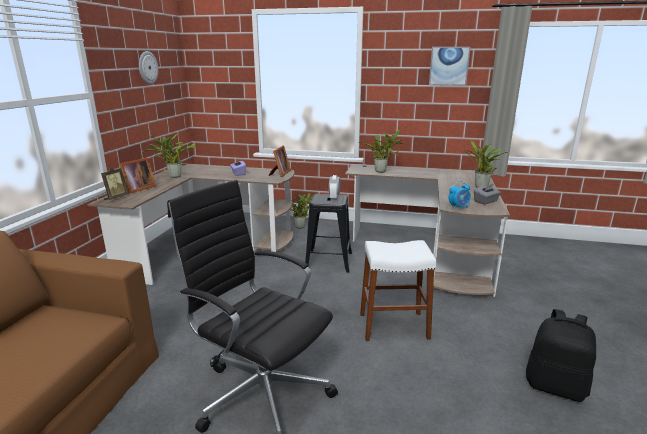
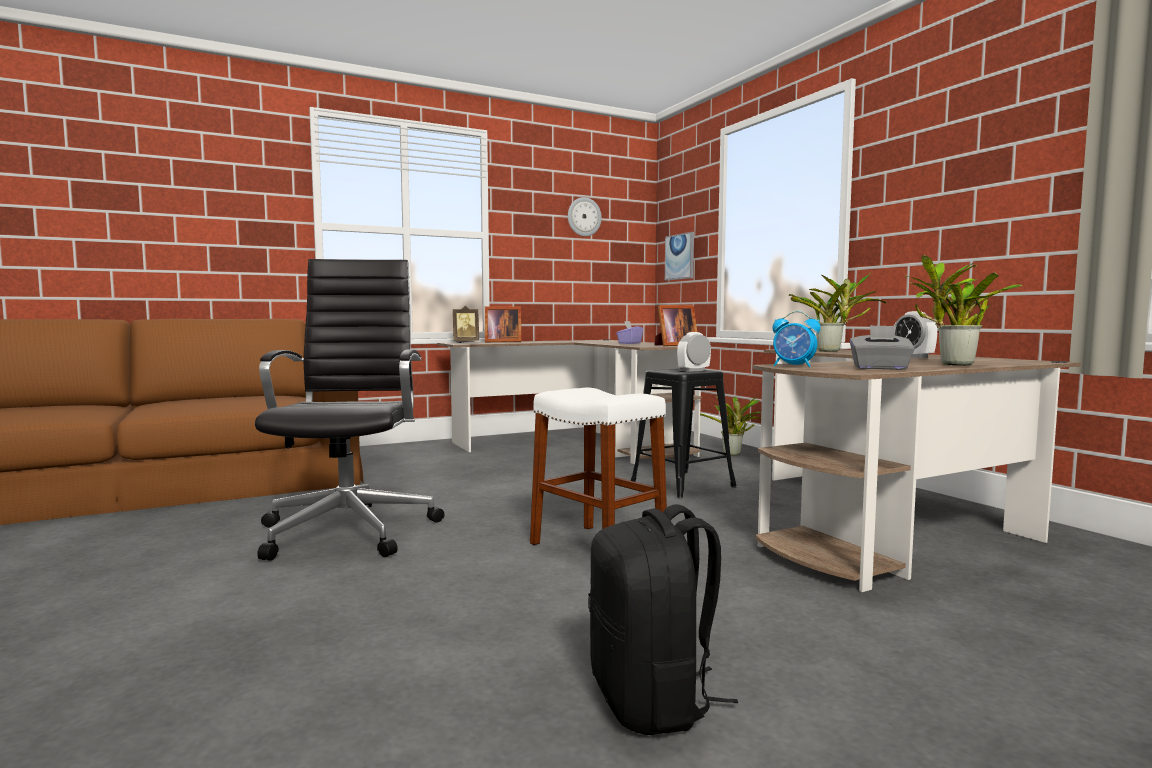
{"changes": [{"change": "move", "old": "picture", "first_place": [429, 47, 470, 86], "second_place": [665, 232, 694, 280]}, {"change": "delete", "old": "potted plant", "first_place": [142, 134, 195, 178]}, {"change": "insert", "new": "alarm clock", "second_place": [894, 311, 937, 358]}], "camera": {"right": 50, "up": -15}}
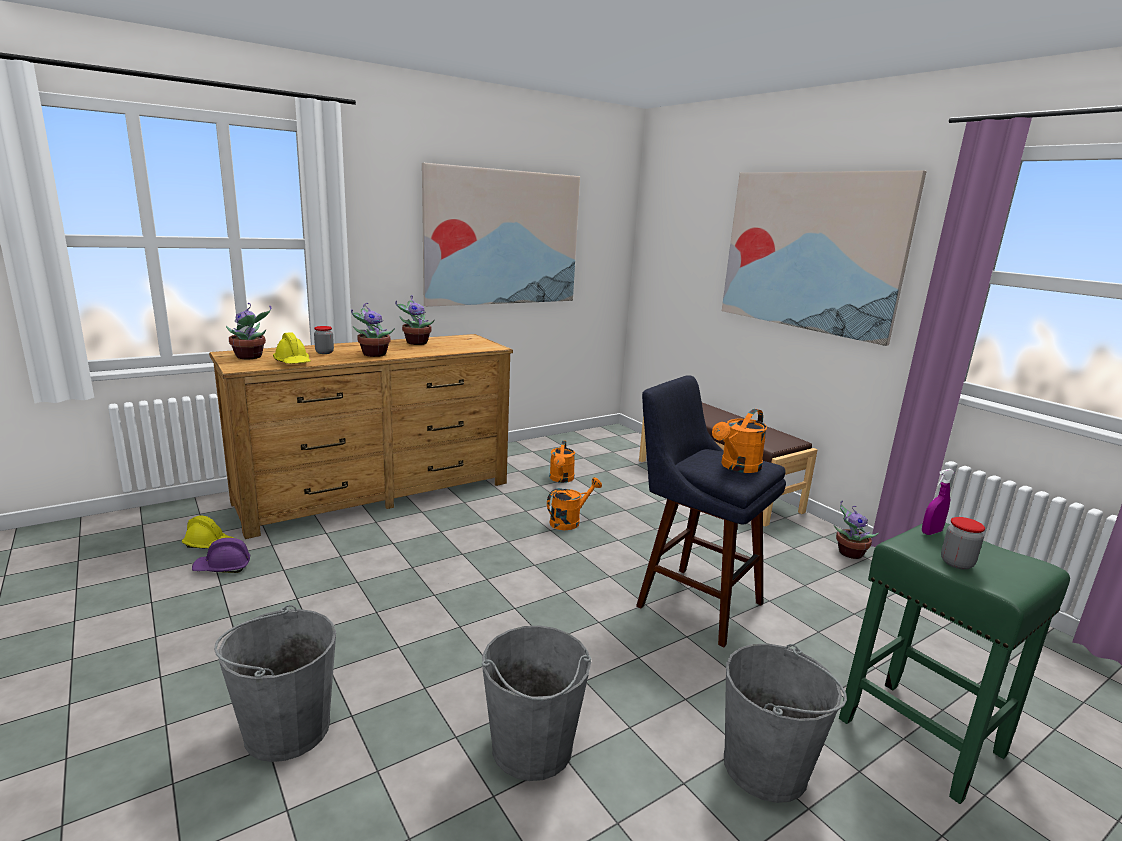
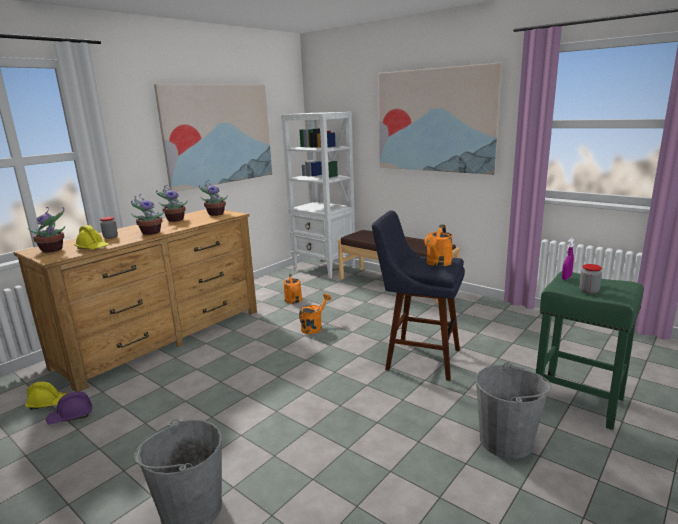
{"changes": [{"change": "move", "old": "potted plant", "first_place": [834, 500, 880, 559], "second_place": [199, 180, 228, 216]}, {"change": "delete", "old": "grey bucket", "first_place": [482, 626, 591, 781]}, {"change": "insert", "new": "white bookcase", "second_place": [281, 112, 356, 279]}], "camera": {"right": -15, "up": 0}}
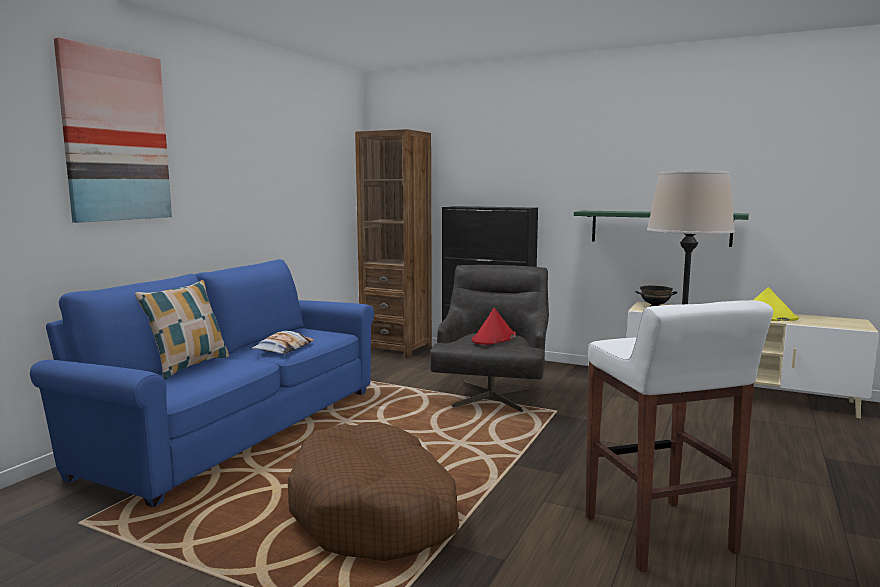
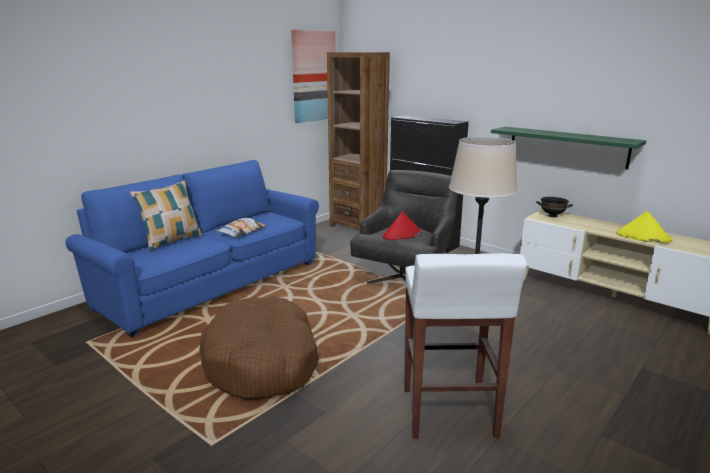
{"changes": [{"change": "move", "old": "picture", "first_place": [54, 37, 172, 223], "second_place": [291, 30, 336, 123]}], "camera": {"right": 15, "up": 10}}
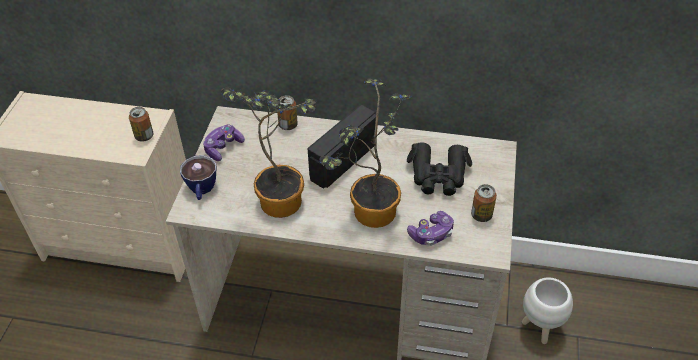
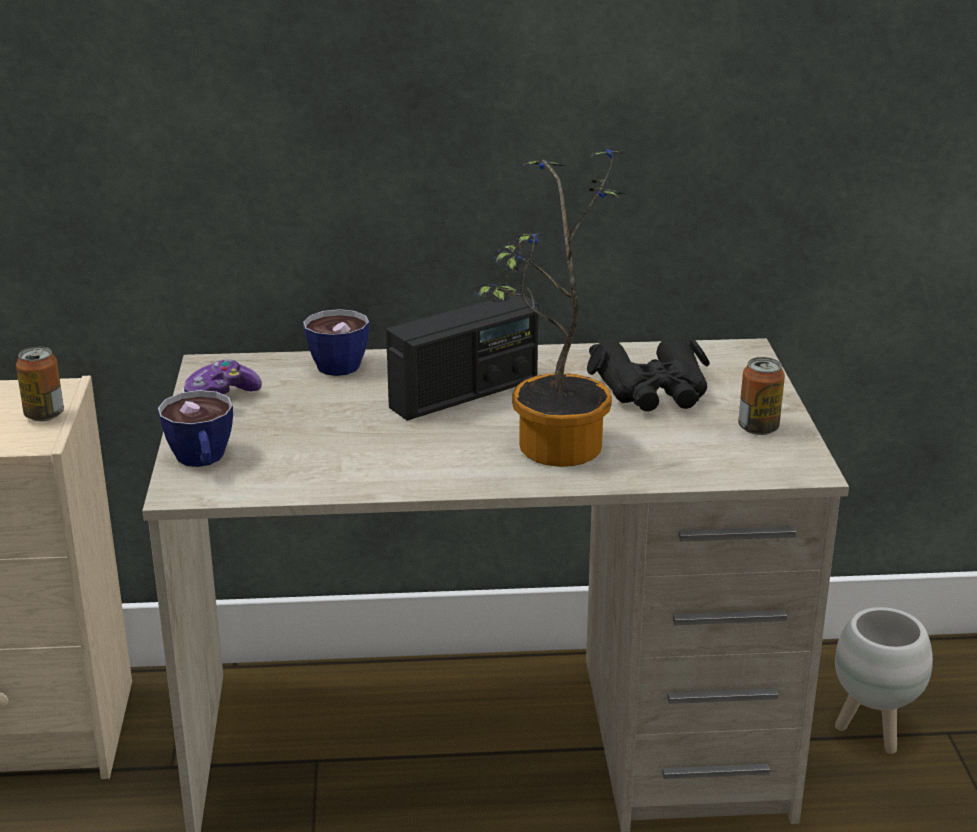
{"changes": [{"change": "delete", "old": "potted plant", "first_place": [221, 88, 316, 218]}, {"change": "replace", "old": "can", "new": "cup", "first_place": [277, 95, 297, 130], "second_place": [303, 309, 369, 376]}, {"change": "rotate", "old": "radio", "first_place": [308, 105, 376, 189], "second_place": [386, 293, 539, 420], "degrees": -150}, {"change": "delete", "old": "game controller", "first_place": [407, 211, 454, 246]}], "camera": {"right": -15, "up": -20}}
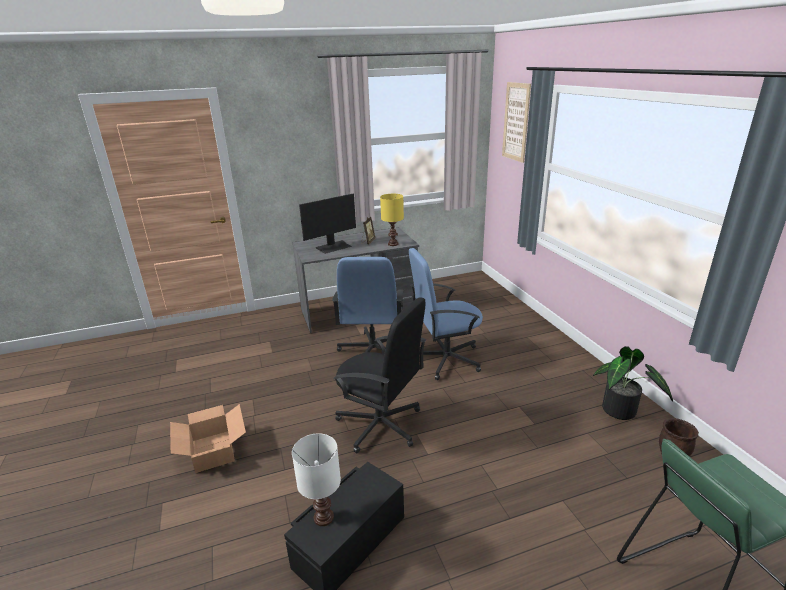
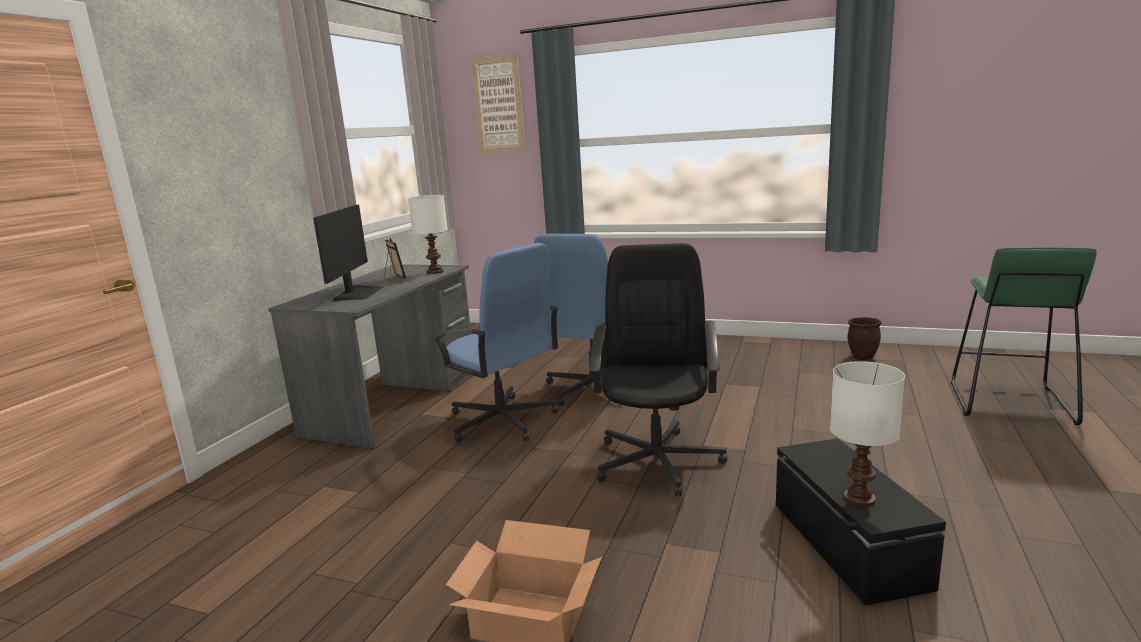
{"changes": [{"change": "recolor", "old": "yellow table lamp", "new": "white table lamp", "first_place": [380, 194, 404, 246], "second_place": [408, 195, 448, 274]}, {"change": "rotate", "old": "black office chair", "first_place": [333, 297, 426, 453], "second_place": [589, 243, 728, 496], "degrees": -60}, {"change": "delete", "old": "potted plant", "first_place": [593, 346, 673, 420]}], "camera": {"right": -50, "up": -10}}
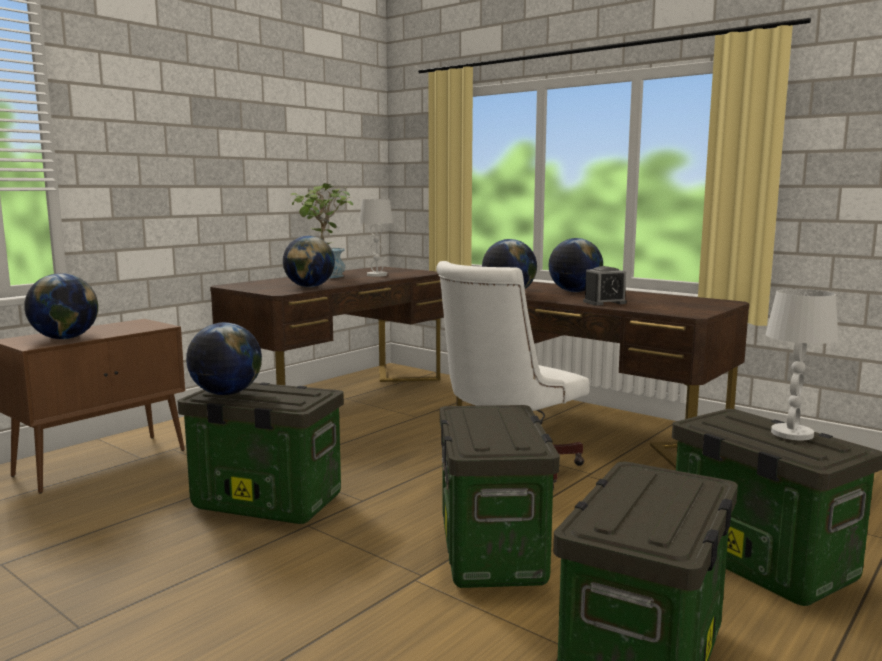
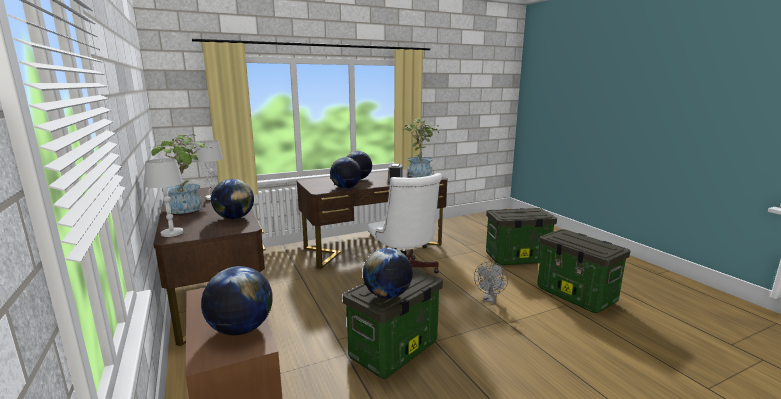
{"changes": [{"change": "move", "old": "white table lamp", "first_place": [766, 289, 839, 440], "second_place": [145, 158, 183, 237]}, {"change": "replace", "old": "storage box", "new": "grey fan", "first_place": [440, 405, 560, 588], "second_place": [474, 262, 508, 303]}, {"change": "insert", "new": "potted plant", "second_place": [403, 119, 439, 177]}], "camera": {"right": -65, "up": 5}}
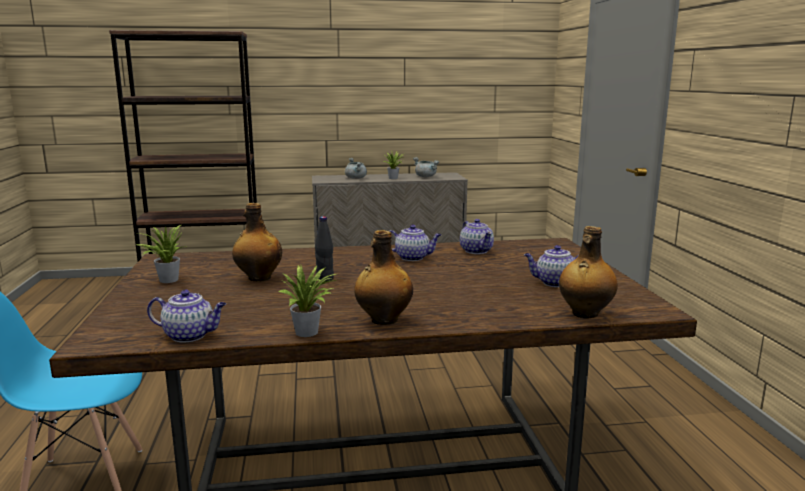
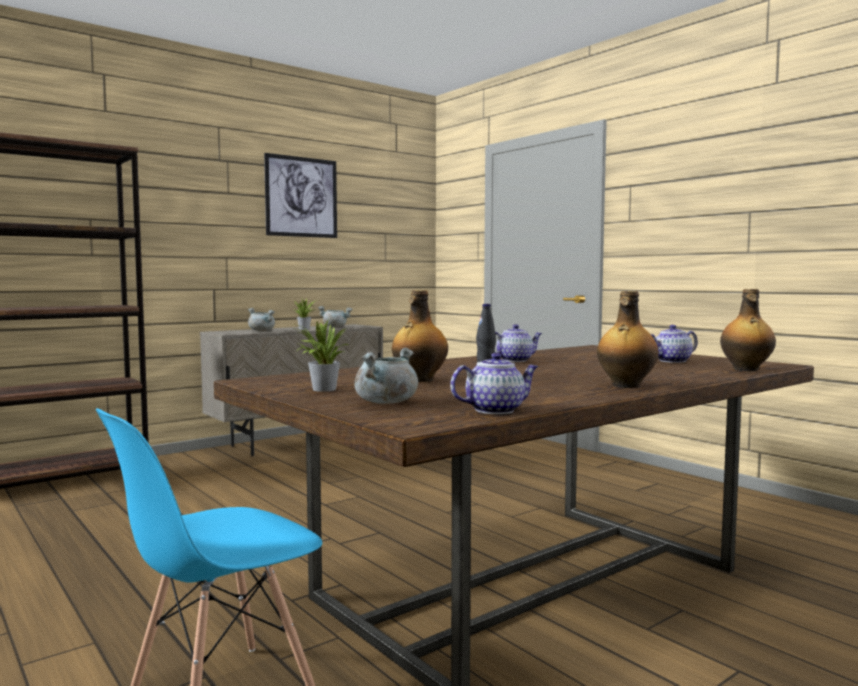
{"changes": [{"change": "delete", "old": "teapot", "first_place": [460, 219, 494, 254]}, {"change": "delete", "old": "potted plant", "first_place": [278, 264, 336, 337]}, {"change": "insert", "new": "picture", "second_place": [264, 153, 337, 238]}, {"change": "insert", "new": "grey cooking pot", "second_place": [354, 348, 418, 404]}], "camera": {"right": -30, "up": -10}}
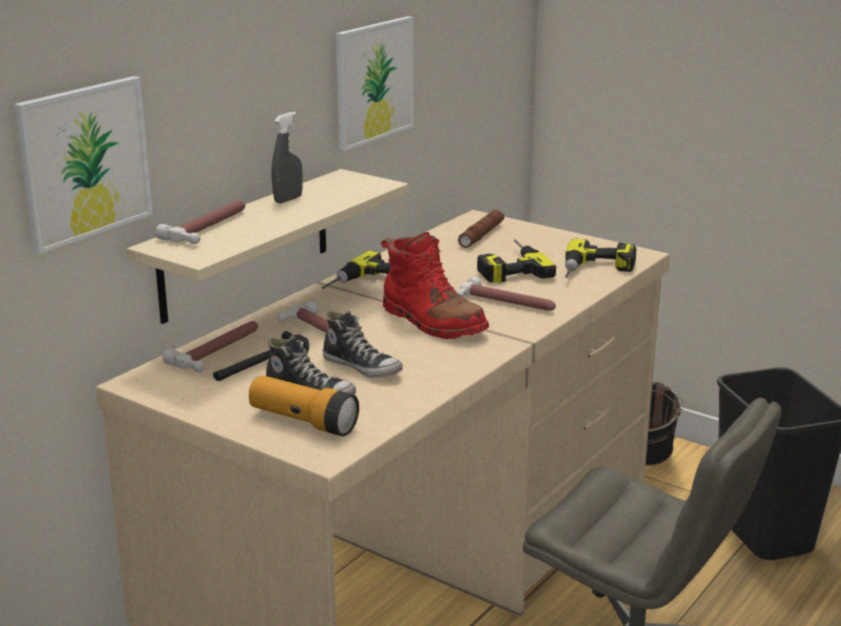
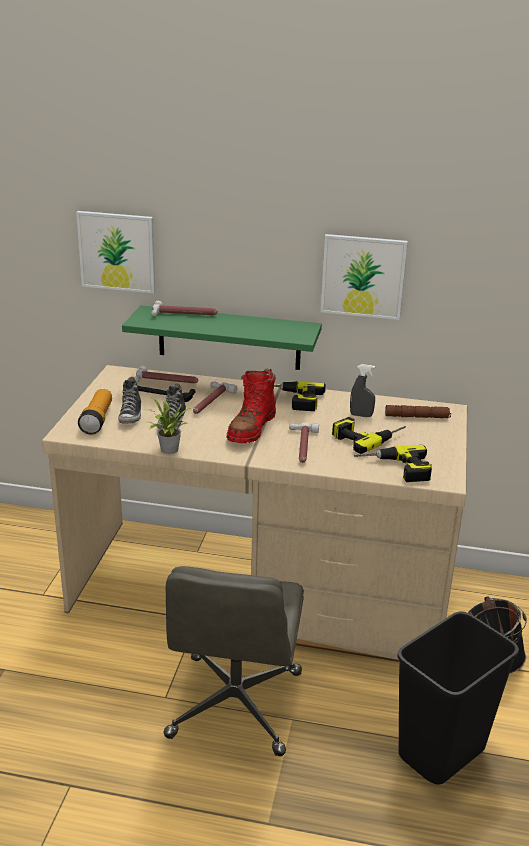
{"changes": [{"change": "move", "old": "grey spray bottle", "first_place": [272, 112, 303, 203], "second_place": [350, 364, 375, 417]}, {"change": "recolor", "old": "beige shelf", "new": "green shelf", "first_place": [127, 169, 408, 324], "second_place": [122, 305, 322, 370]}, {"change": "insert", "new": "potted plant", "second_place": [147, 398, 191, 454]}], "camera": {"right": 65, "up": 5}}
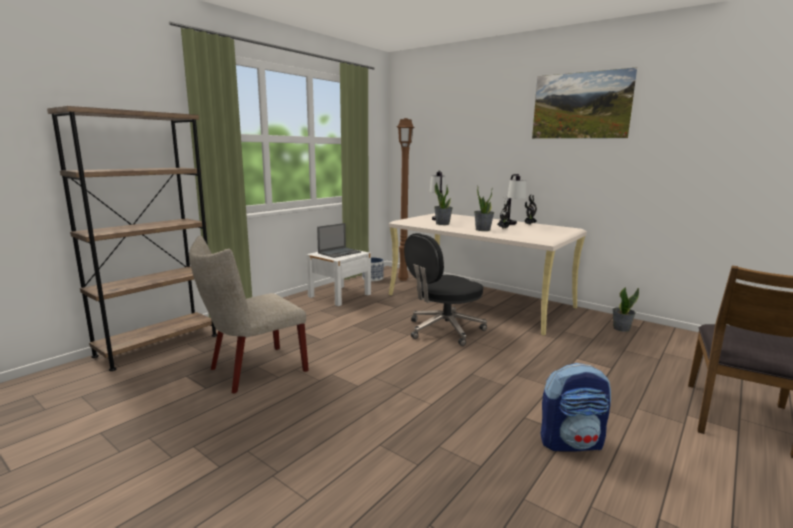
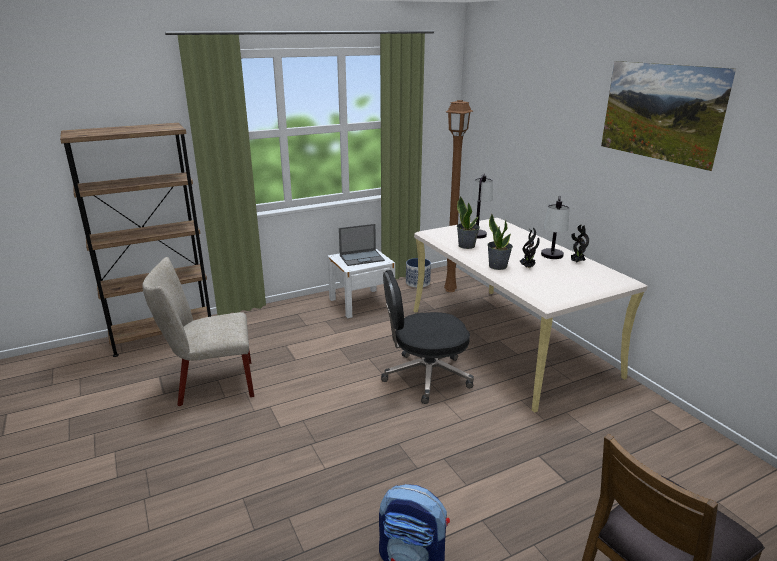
{"changes": [{"change": "delete", "old": "potted plant", "first_place": [612, 287, 639, 332]}], "camera": {"right": 25, "up": 10}}
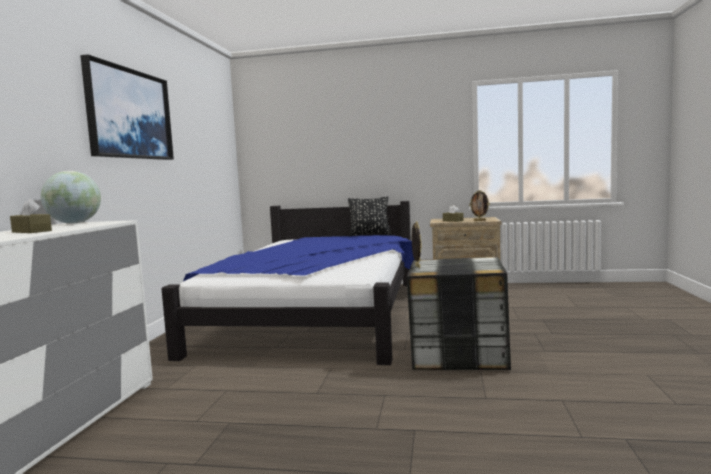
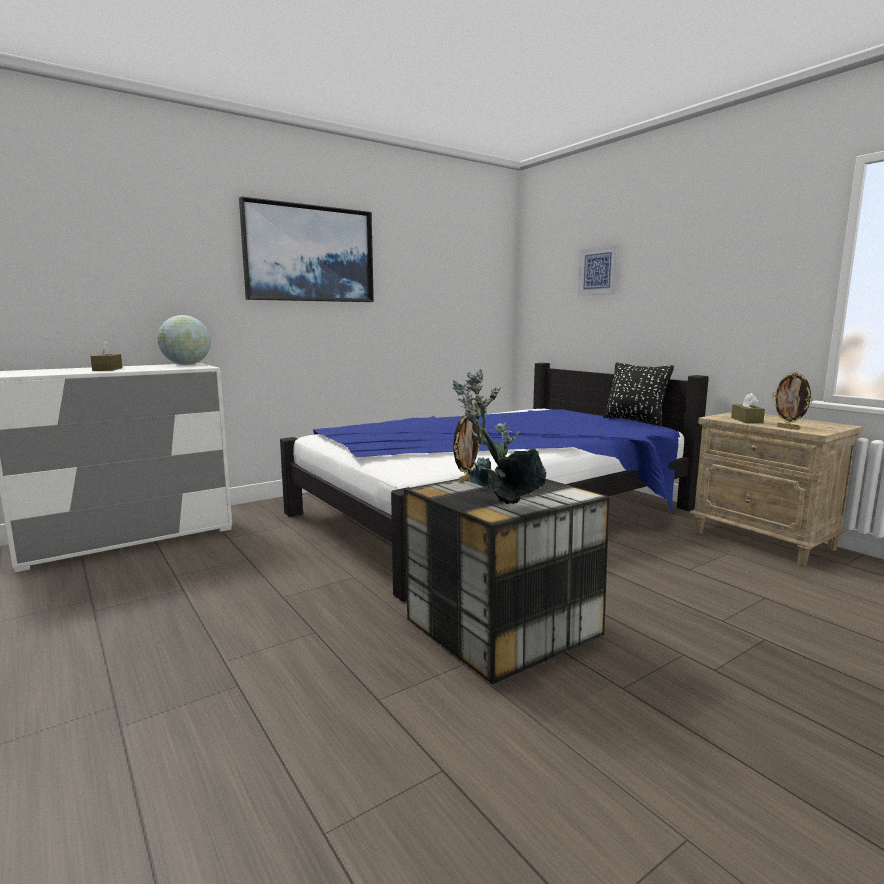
{"changes": [{"change": "insert", "new": "picture", "second_place": [578, 244, 619, 296]}, {"change": "insert", "new": "potted plant", "second_place": [452, 369, 546, 505]}], "camera": {"right": 45, "up": 5}}
